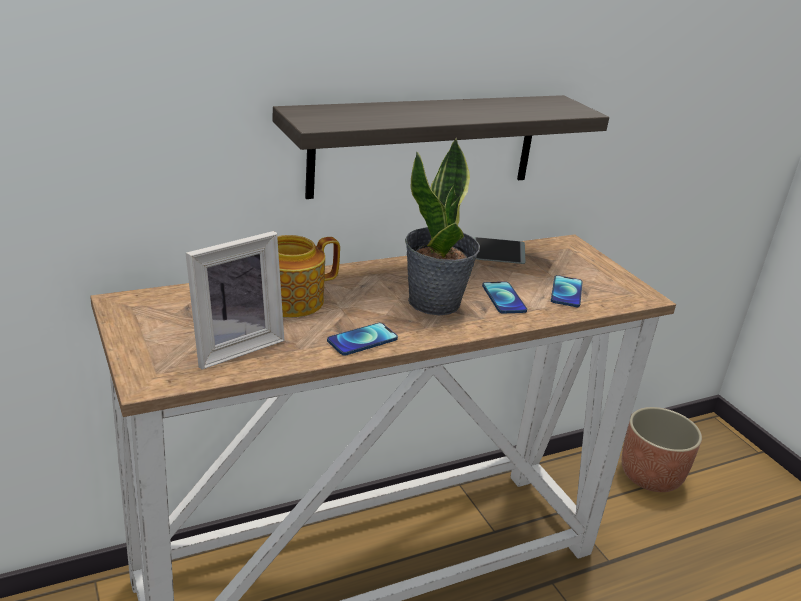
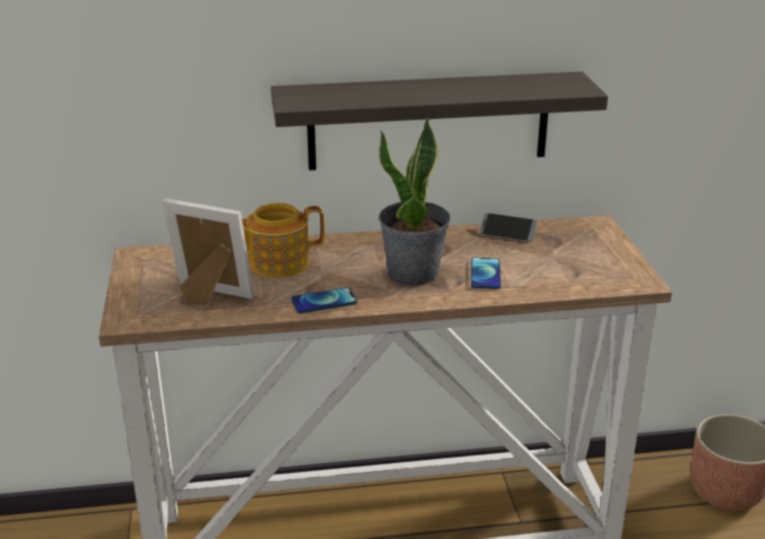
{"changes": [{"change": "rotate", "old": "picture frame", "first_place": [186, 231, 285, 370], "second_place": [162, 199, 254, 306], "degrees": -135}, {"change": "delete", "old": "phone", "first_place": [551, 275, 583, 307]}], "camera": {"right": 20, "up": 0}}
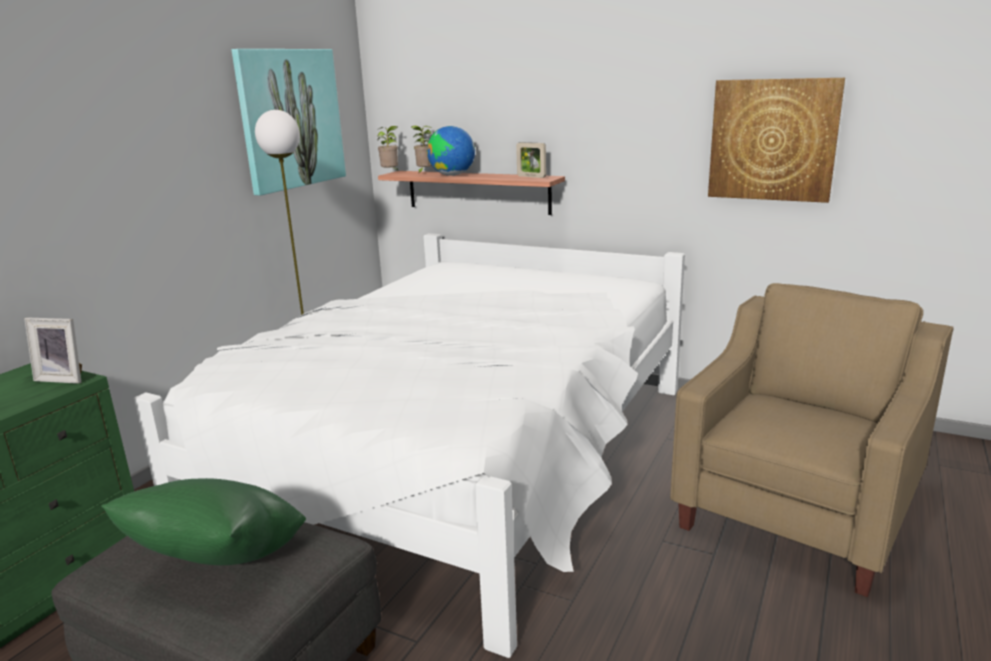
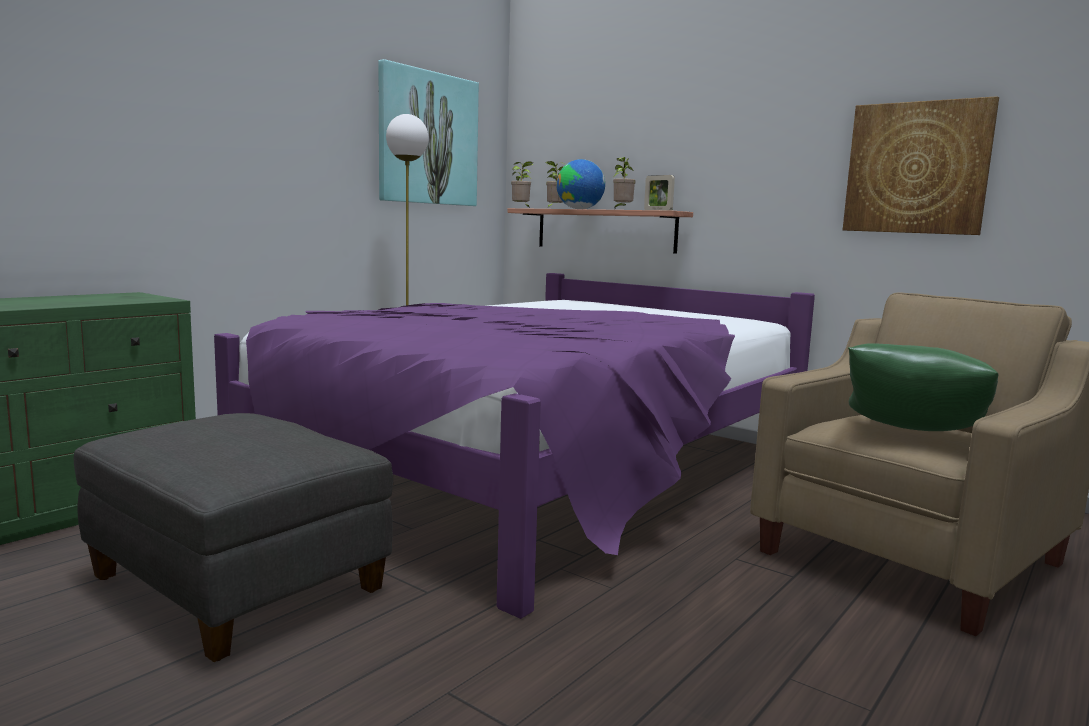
{"changes": [{"change": "recolor", "old": "white bed", "new": "purple bed", "first_place": [134, 233, 685, 658], "second_place": [214, 273, 815, 619]}, {"change": "delete", "old": "picture frame", "first_place": [24, 317, 82, 384]}, {"change": "move", "old": "green pillow", "first_place": [102, 478, 306, 565], "second_place": [848, 343, 999, 431]}, {"change": "insert", "new": "potted plant", "second_place": [613, 157, 636, 208]}], "camera": {"right": 10, "up": -10}}
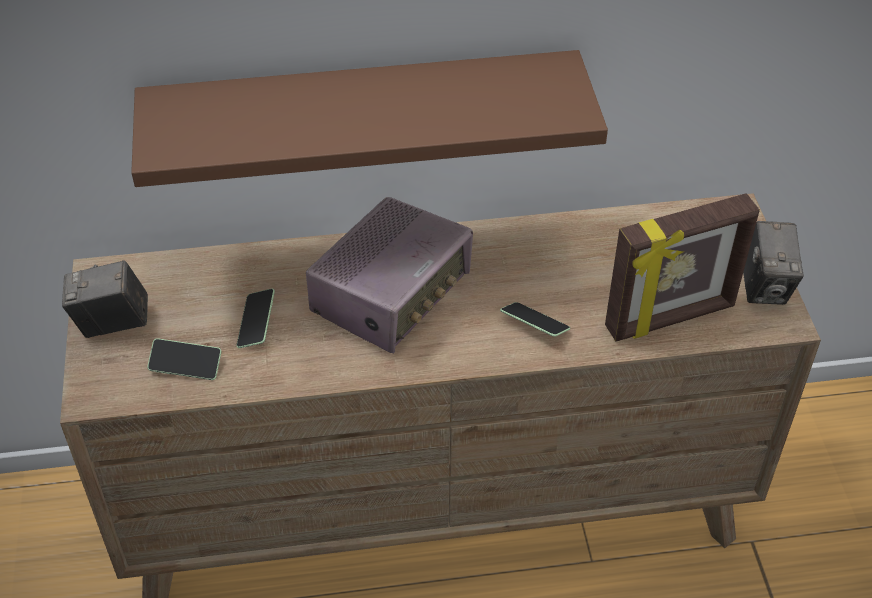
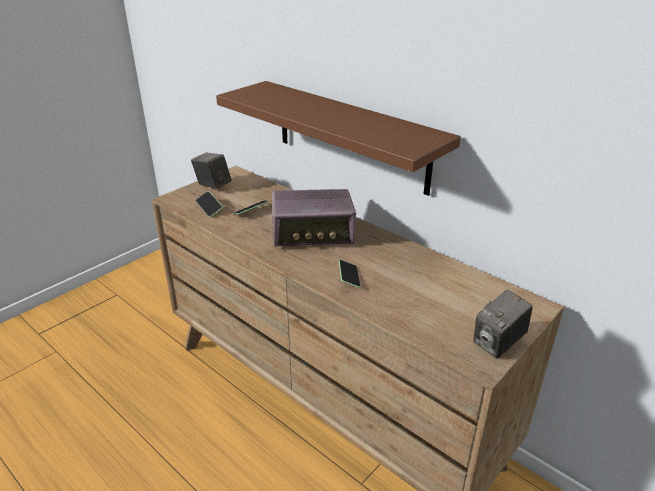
{"changes": [{"change": "delete", "old": "picture frame", "first_place": [605, 193, 760, 342]}], "camera": {"right": 50, "up": -15}}
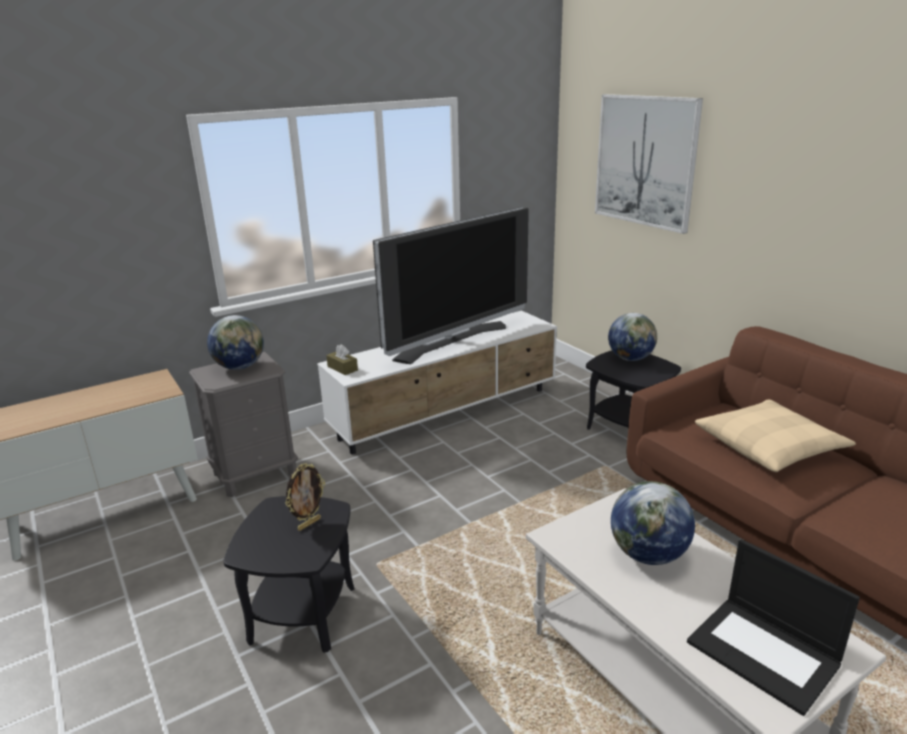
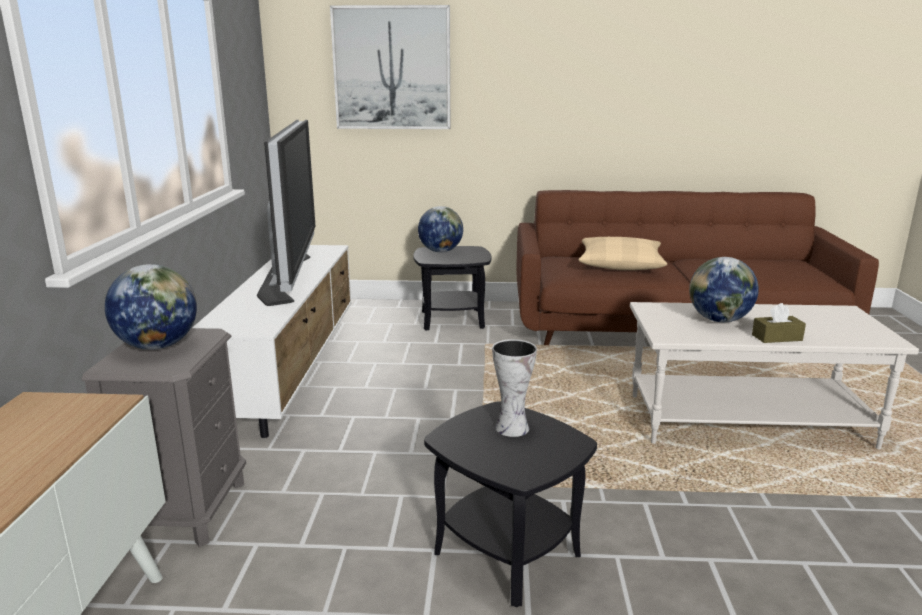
{"changes": [{"change": "move", "old": "brown tissue box", "first_place": [326, 344, 358, 375], "second_place": [752, 303, 806, 343]}, {"change": "replace", "old": "picture frame", "new": "vase", "first_place": [286, 463, 325, 531], "second_place": [492, 339, 537, 437]}, {"change": "delete", "old": "laptop", "first_place": [687, 539, 860, 716]}], "camera": {"right": -55, "up": -5}}
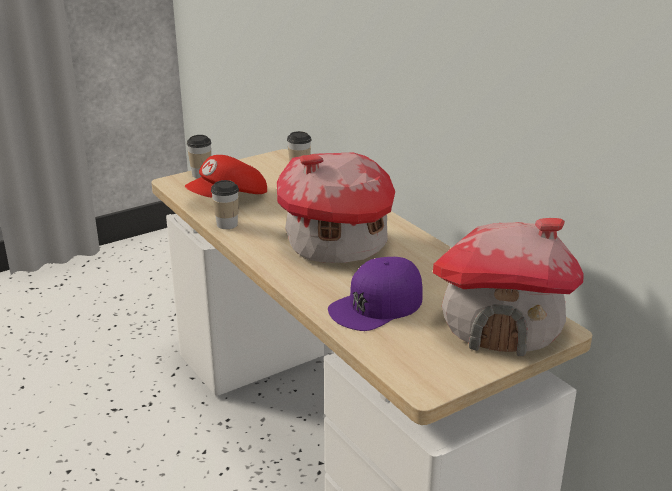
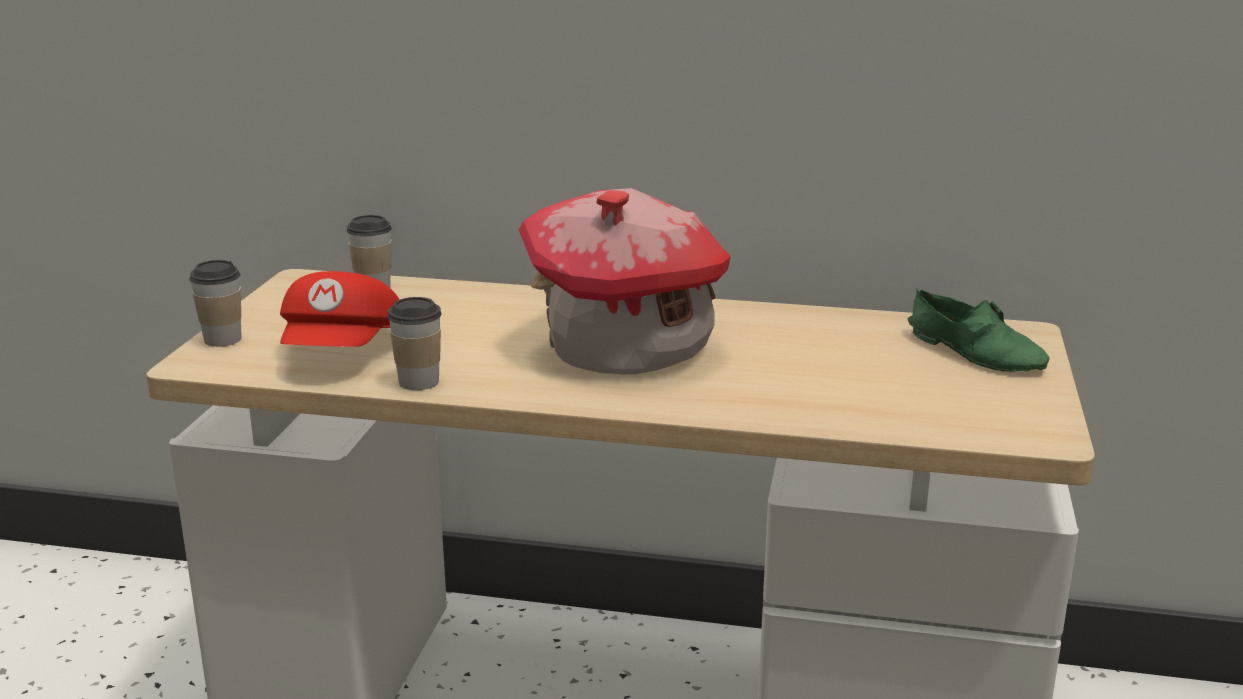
{"changes": [{"change": "replace", "old": "toy house", "new": "green shoe", "first_place": [433, 218, 584, 356], "second_place": [908, 288, 1049, 372]}, {"change": "delete", "old": "purple cap", "first_place": [328, 257, 423, 331]}], "camera": {"right": -45, "up": -5}}
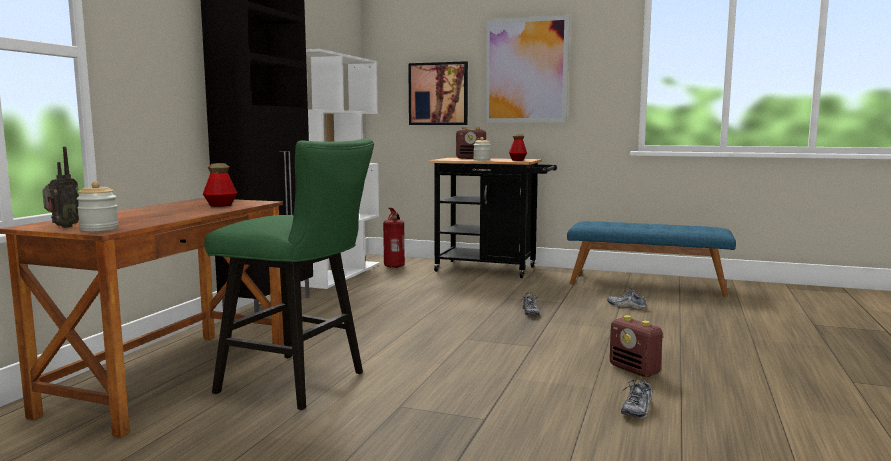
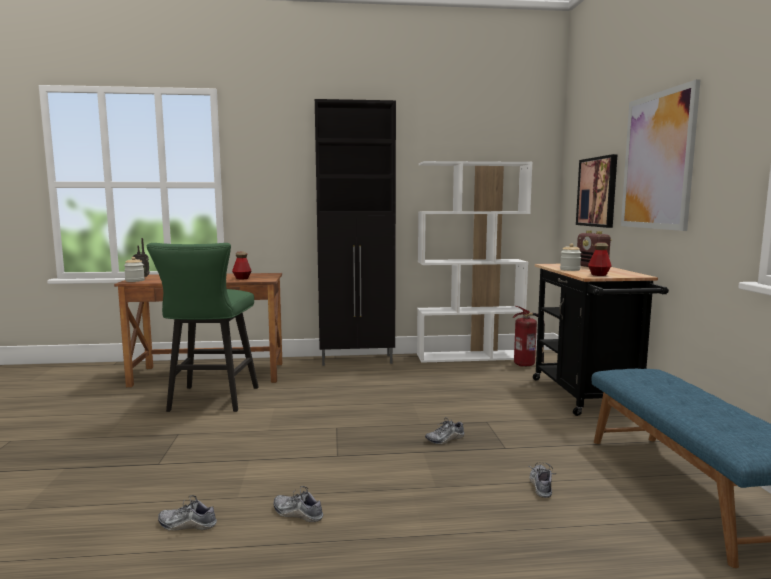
{"changes": [{"change": "replace", "old": "radio", "new": "shoe", "first_place": [609, 315, 663, 377], "second_place": [273, 486, 323, 522]}], "camera": {"right": 65, "up": 0}}
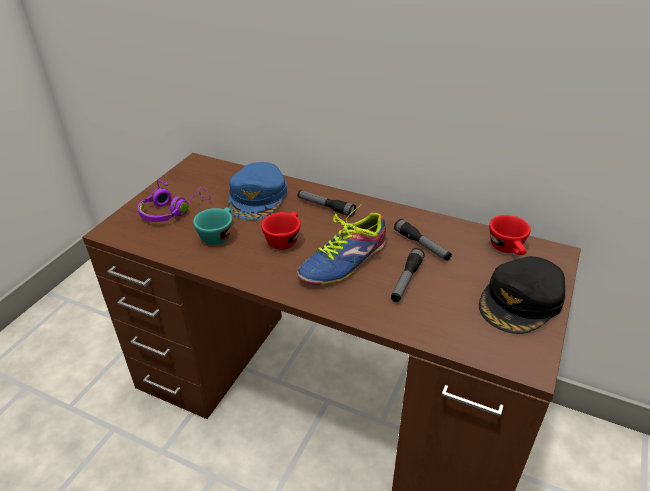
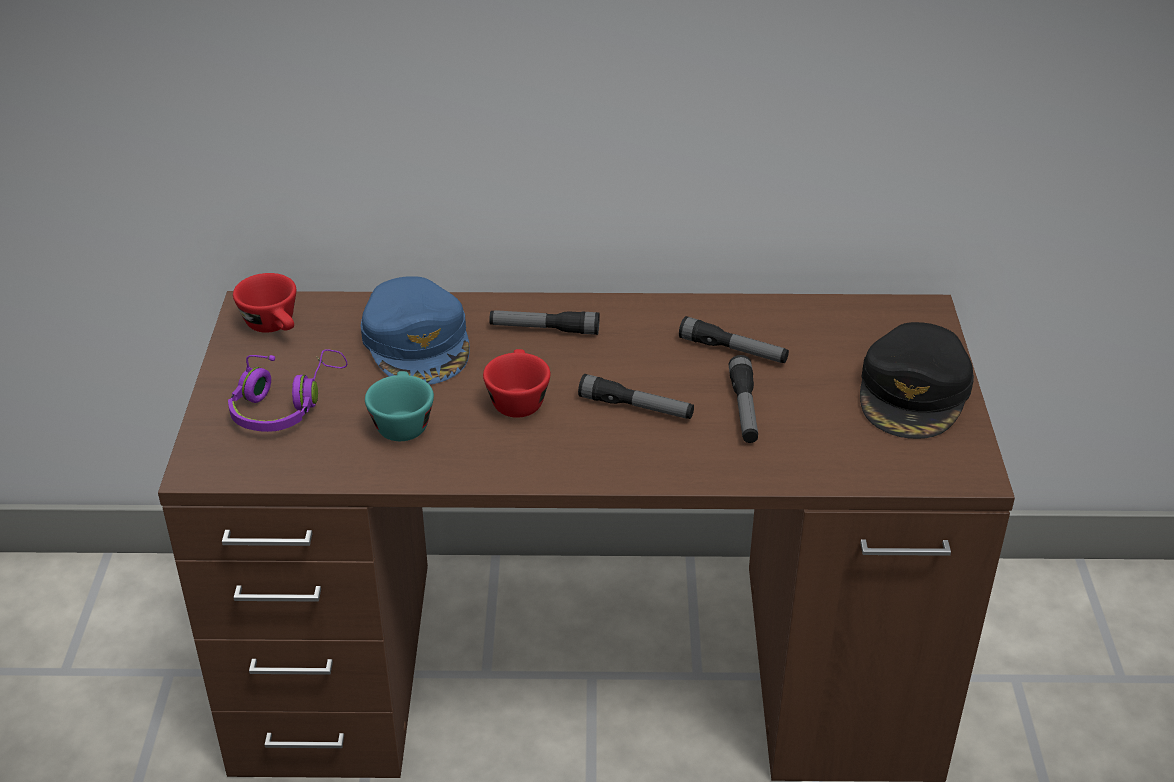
{"changes": [{"change": "replace", "old": "shoe", "new": "flashlight", "first_place": [297, 204, 386, 285], "second_place": [578, 374, 694, 419]}, {"change": "move", "old": "red cup", "first_place": [489, 215, 531, 255], "second_place": [233, 273, 296, 333]}], "camera": {"right": -25, "up": 0}}
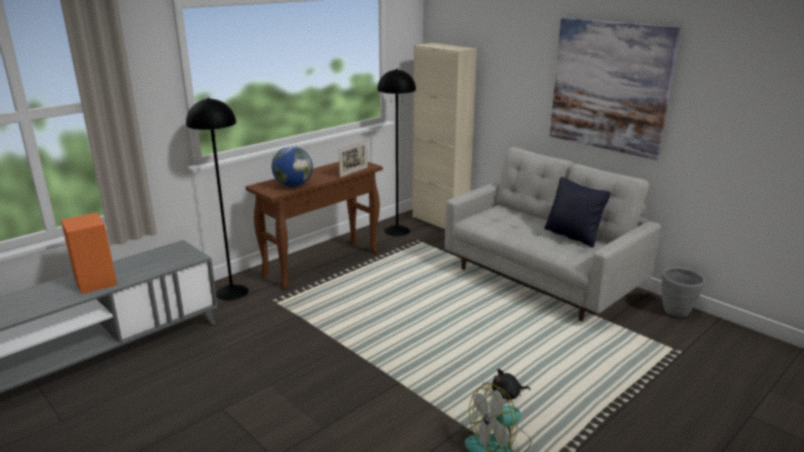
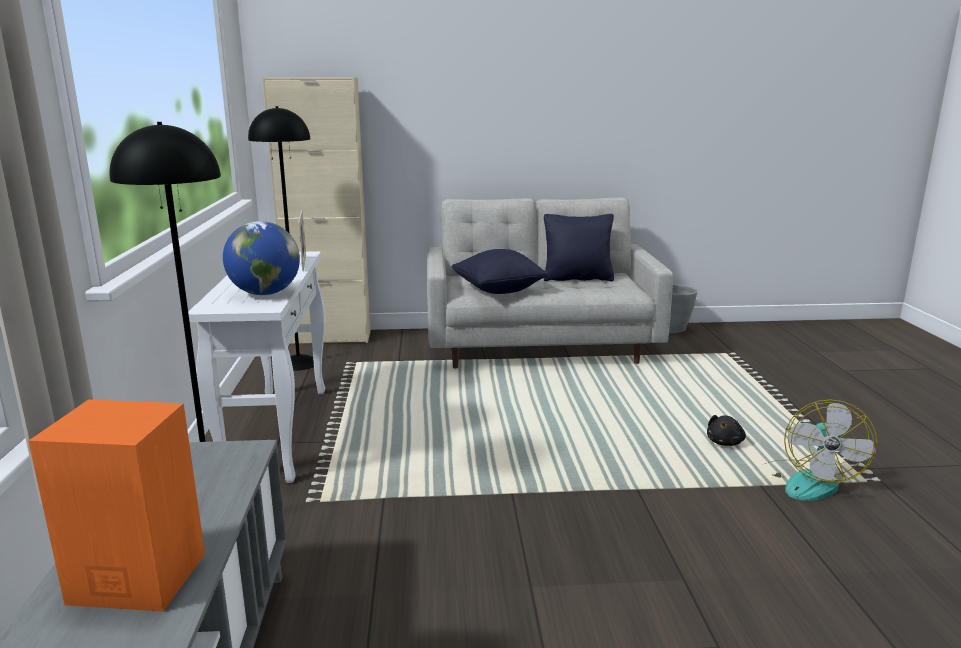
{"changes": [{"change": "delete", "old": "picture", "first_place": [550, 18, 681, 160]}, {"change": "recolor", "old": "brown console table", "new": "white console table", "first_place": [245, 162, 383, 289], "second_place": [188, 251, 325, 483]}, {"change": "insert", "new": "black pillow", "second_place": [452, 249, 549, 294]}], "camera": {"right": -50, "up": -5}}
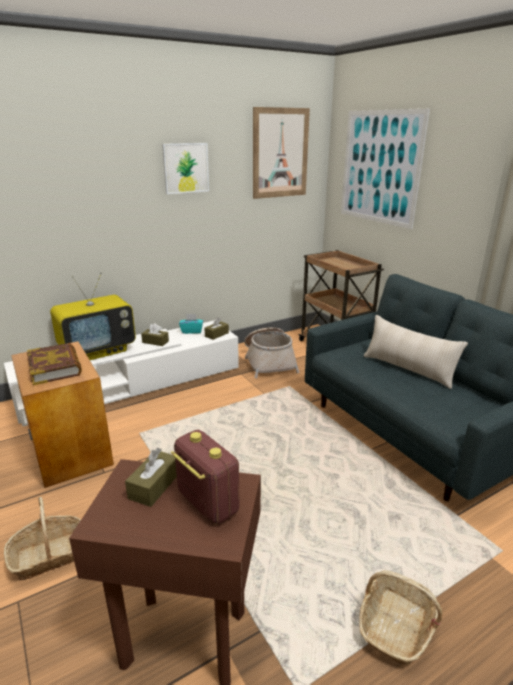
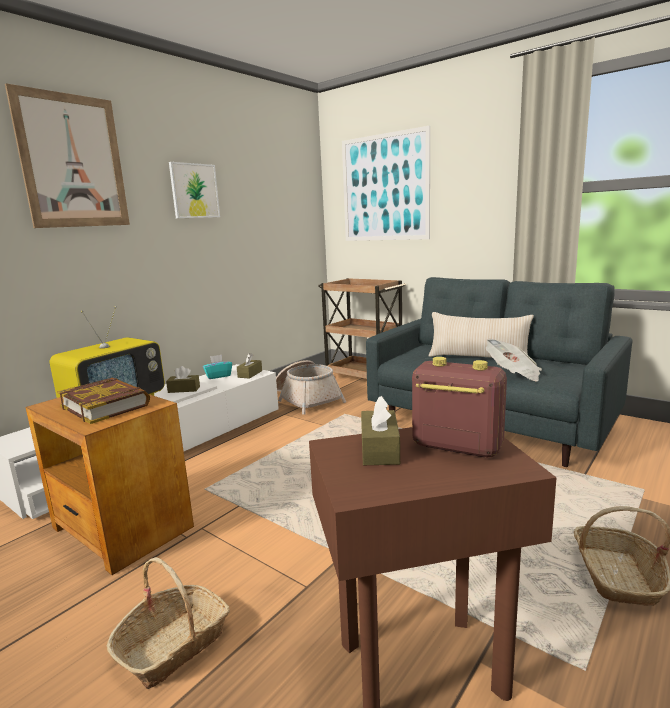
{"changes": [{"change": "move", "old": "picture", "first_place": [253, 107, 310, 199], "second_place": [5, 83, 130, 228]}, {"change": "insert", "new": "newspaper", "second_place": [486, 339, 542, 382]}], "camera": {"right": -20, "up": -10}}
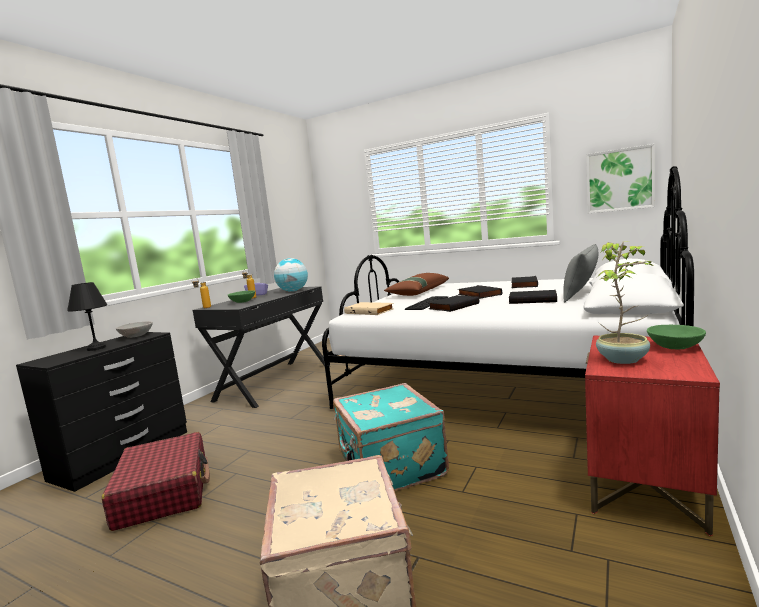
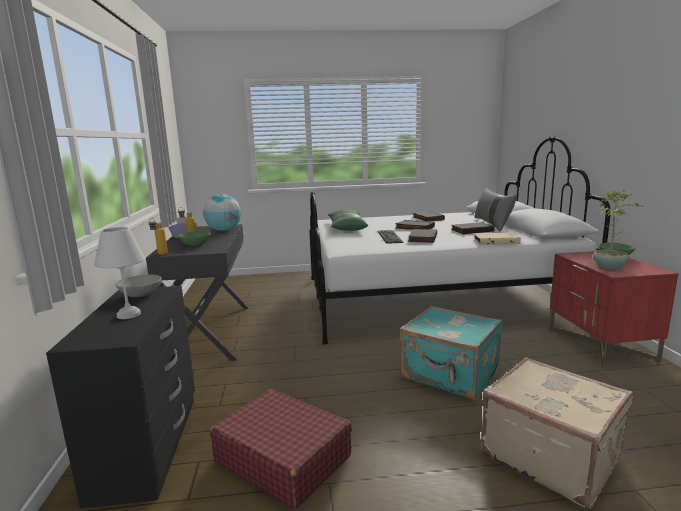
{"changes": [{"change": "delete", "old": "picture", "first_place": [586, 144, 655, 213]}, {"change": "recolor", "old": "brown pillow", "new": "green pillow", "first_place": [384, 273, 449, 296], "second_place": [328, 209, 368, 231]}, {"change": "recolor", "old": "black table lamp", "new": "white table lamp", "first_place": [67, 282, 107, 351], "second_place": [94, 227, 145, 319]}, {"change": "move", "old": "beige book", "first_place": [344, 302, 394, 315], "second_place": [473, 232, 521, 245]}], "camera": {"right": -35, "up": 5}}
